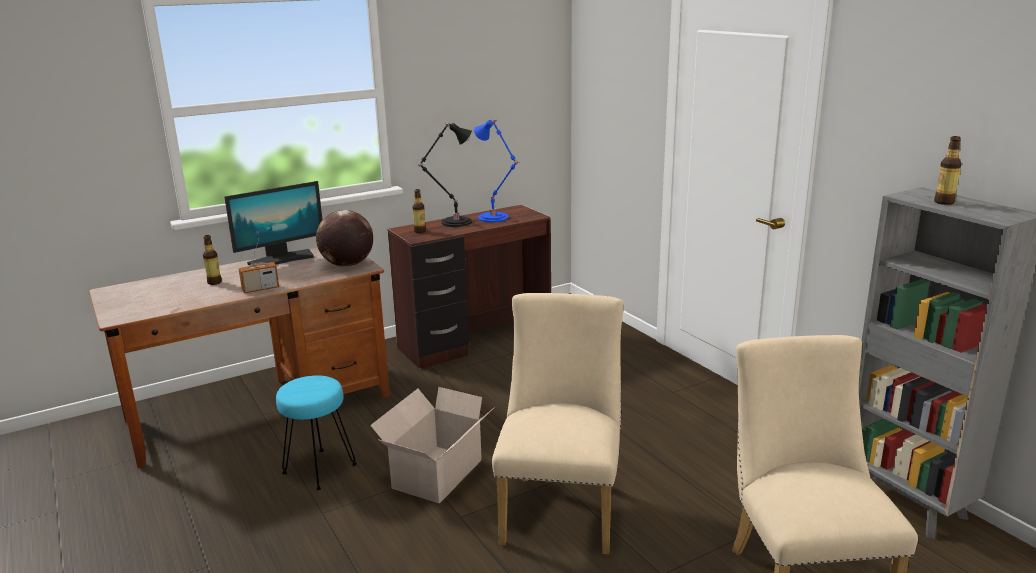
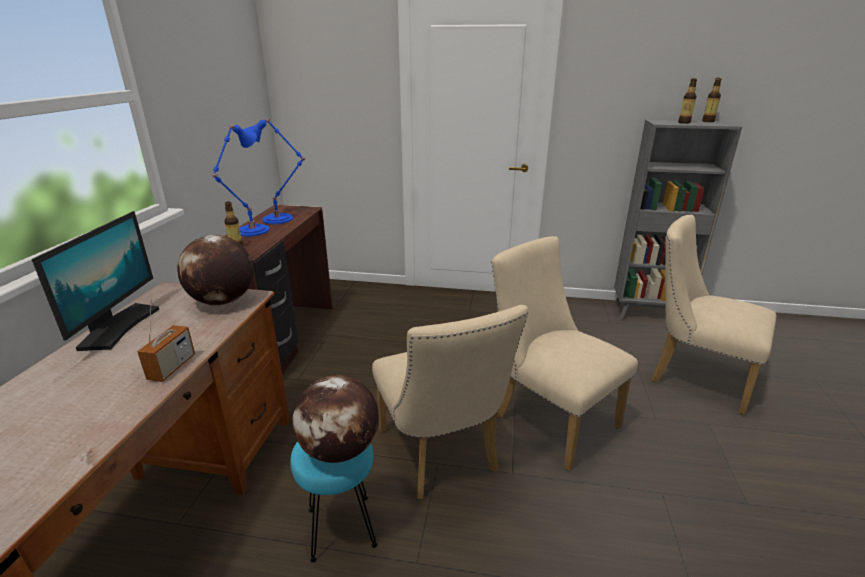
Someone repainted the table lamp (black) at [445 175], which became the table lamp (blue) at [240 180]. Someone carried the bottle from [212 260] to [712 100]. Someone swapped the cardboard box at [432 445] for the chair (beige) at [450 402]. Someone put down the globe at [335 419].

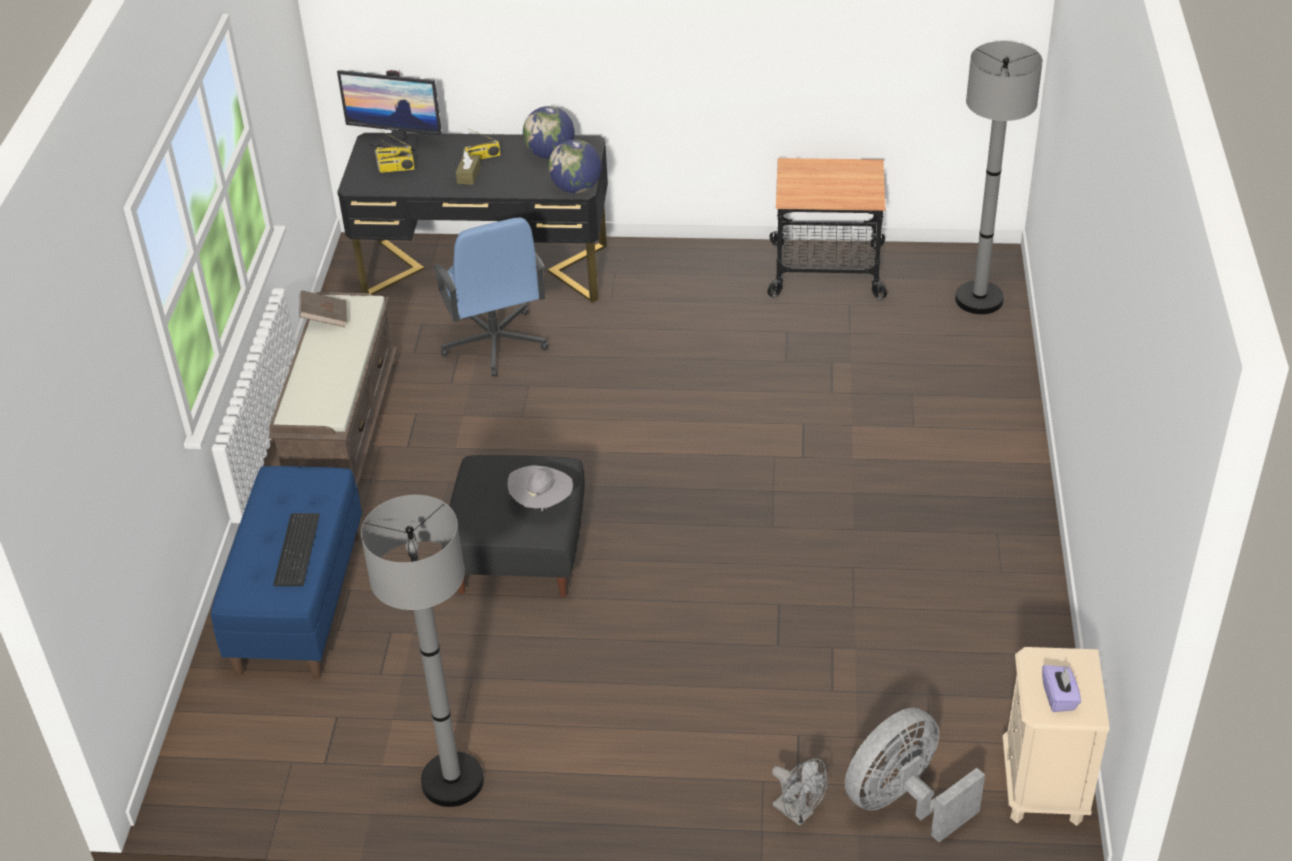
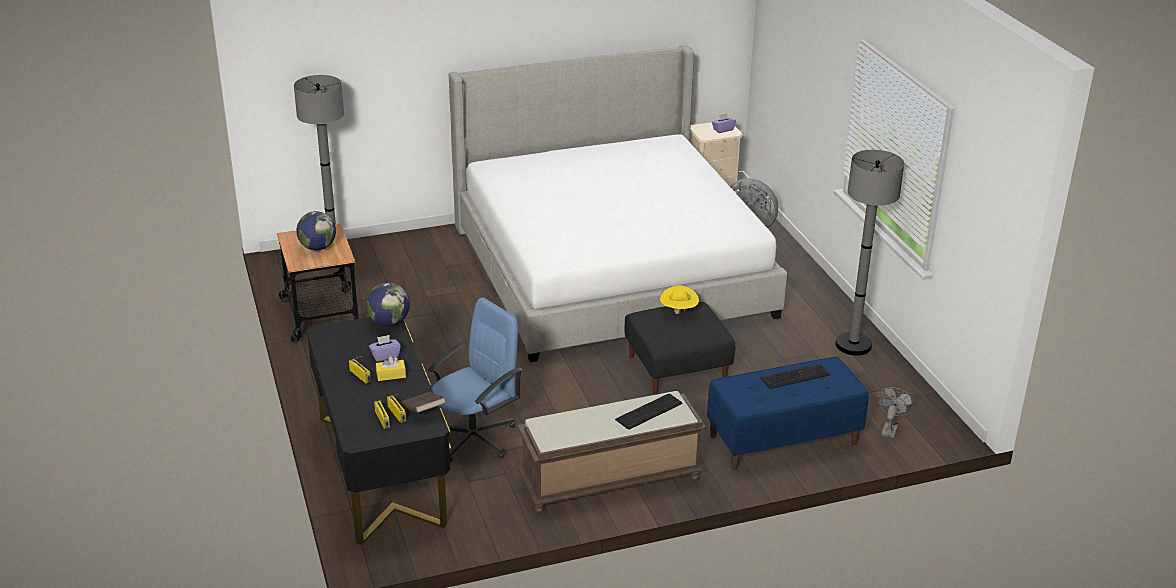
Someone took away the monitor at [389 110]. Someone carried the globe from [549 132] to [316 230]. Someone repainted the tissue box (brown) at [468 168], which became the tissue box (yellow) at [391 368]. Someone carried the book (brown) from [323 308] to [423 402]. Someone repainted the hat (grey) at [540 488], which became the hat (yellow) at [679 299]. Someone carried the fan (grey) from [800 792] to [895 412]. Someone put down the bed at [618 204]. Someone put down the tissue box (purple) at [385 348]. Someone put down the keyboard at [649 412].

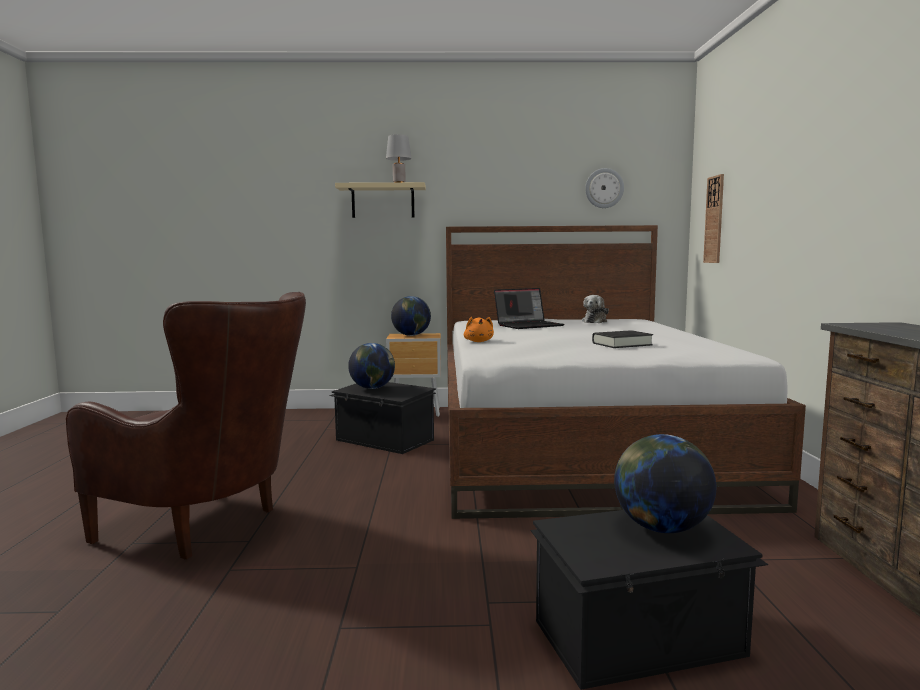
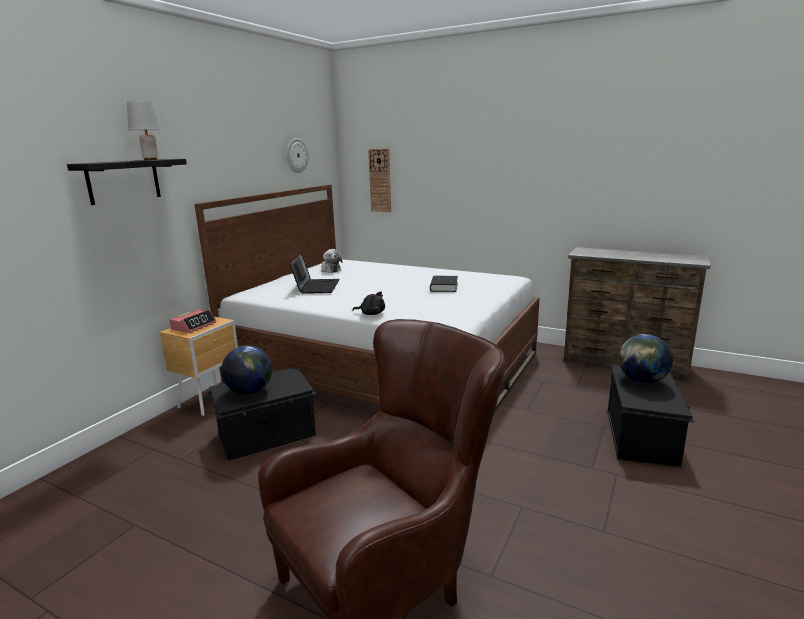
Someone repainted the shelf (beige) at [380 200], which became the shelf (black) at [127 182]. Someone swapped the globe at [411 316] for the alarm clock at [192 321]. Someone repainted the plush toy (orange) at [479 329], which became the plush toy (black) at [369 303].

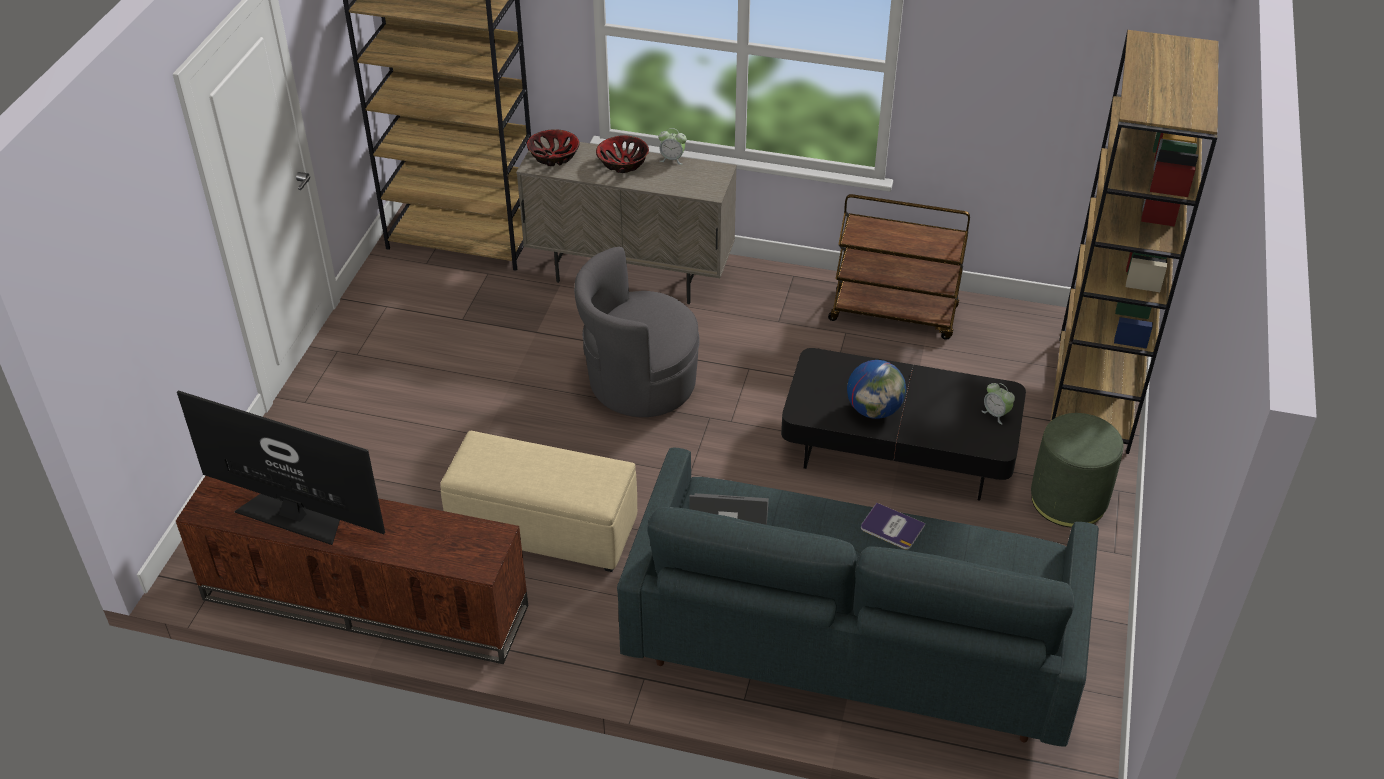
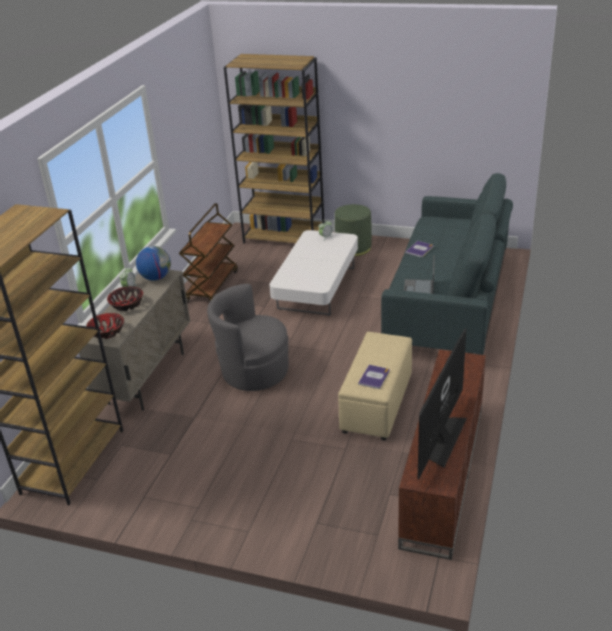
Someone rotated the armchair (grey) at [637 332] by 105 degrees clockwise. Someone repainted the coffee table (black) at [903 424], which became the coffee table (white) at [313 273]. Someone carried the globe from [876 389] to [153 263]. Someone put down the book at [374 377].

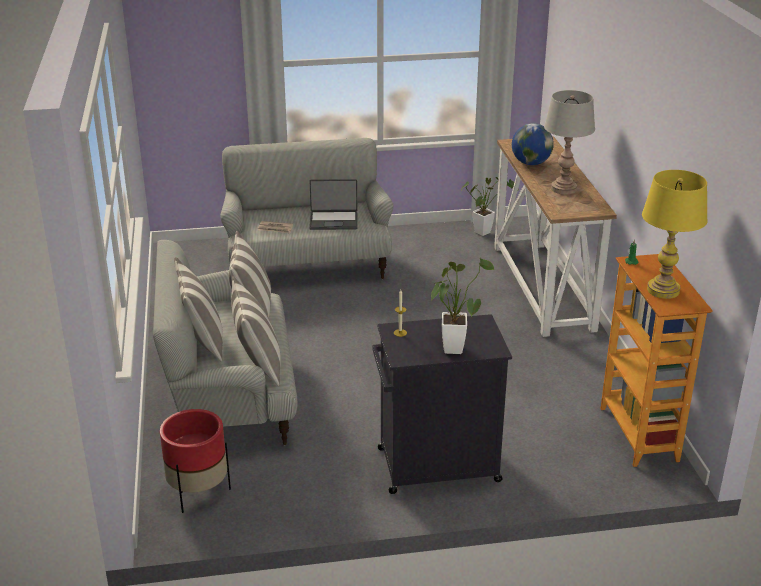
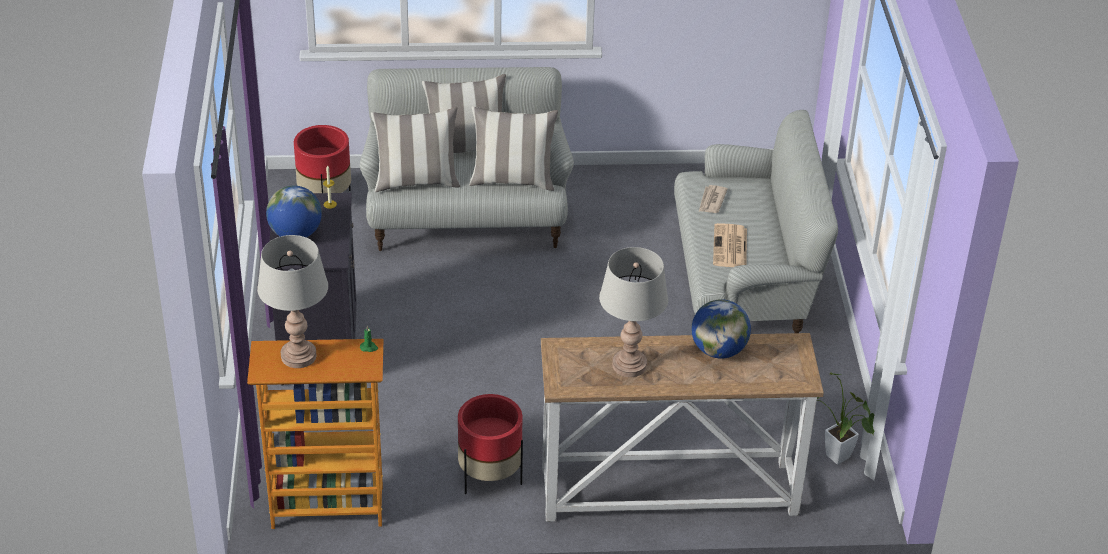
Someone repainted the table lamp (yellow) at [675 234], which became the table lamp (grey) at [292 301]. Someone swapped the laptop at [333 204] for the newspaper at [730 245]. Someone swapped the potted plant at [462 306] for the globe at [294 212]. Someone put down the planter (red) at [490 444].

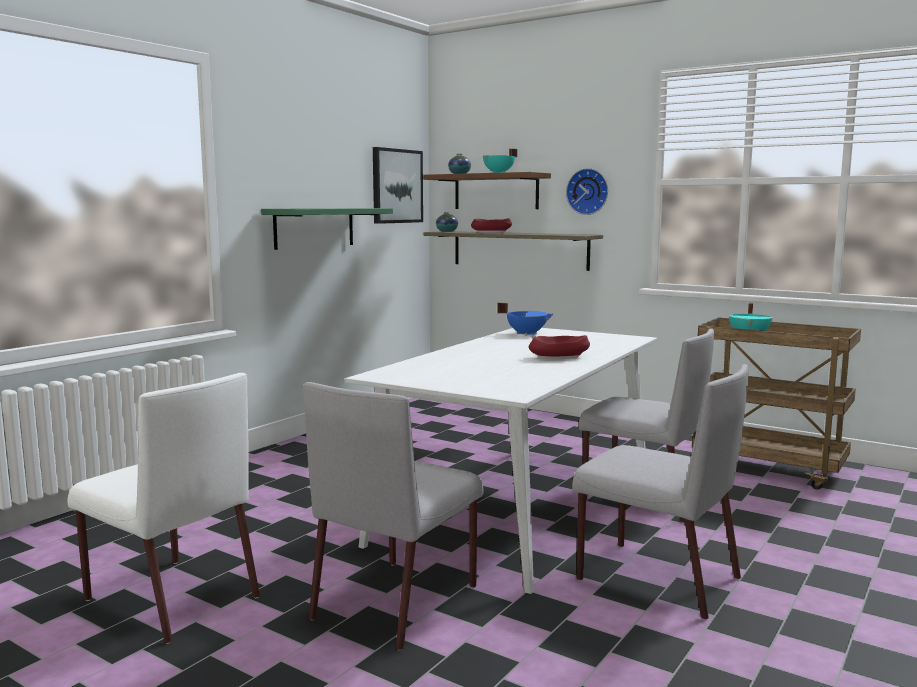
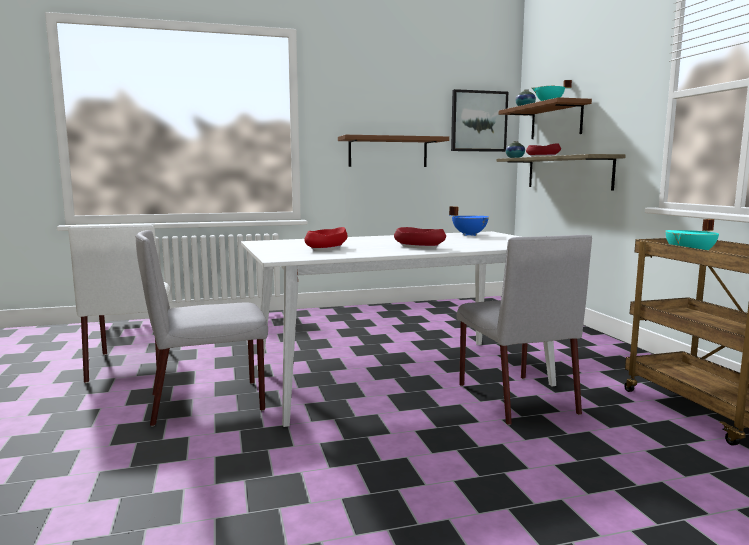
Someone took away the wall clock at [587 191]. Someone repainted the shelf (green) at [327 229], which became the shelf (brown) at [393 151]. Someone took away the chair (grey) at [660 492]. Someone put down the bowl (red) at [326 239].

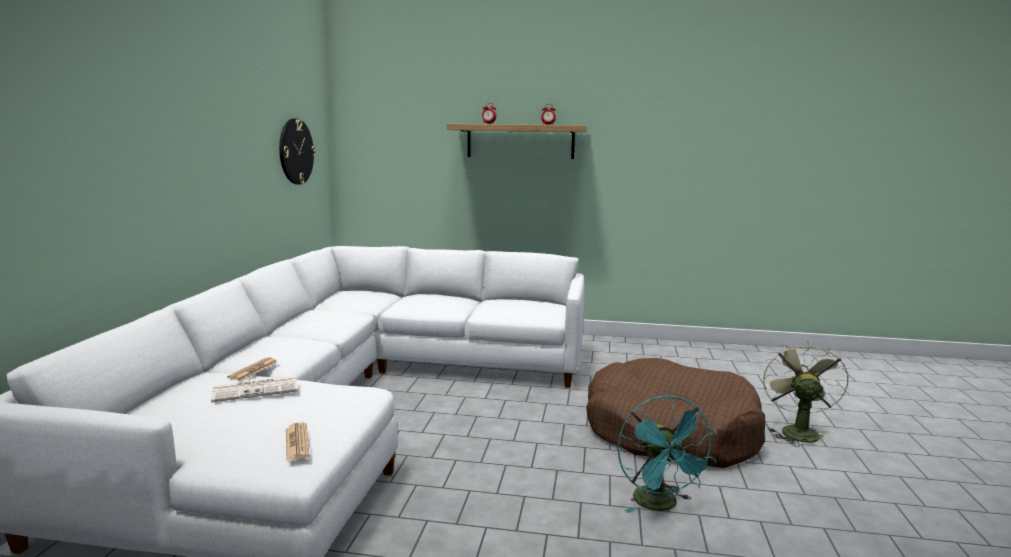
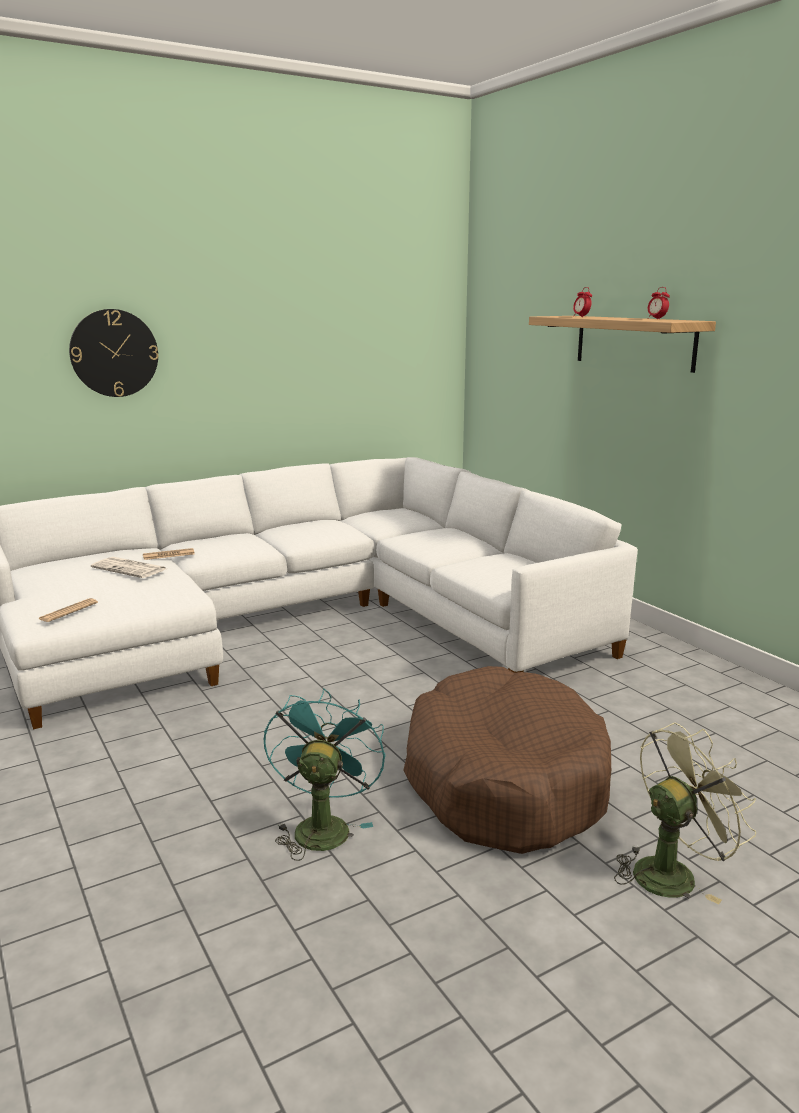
Someone carried the wall clock from [297 151] to [113 353]. Someone rotated the fan (turquoise) at [667 454] by 150 degrees clockwise.

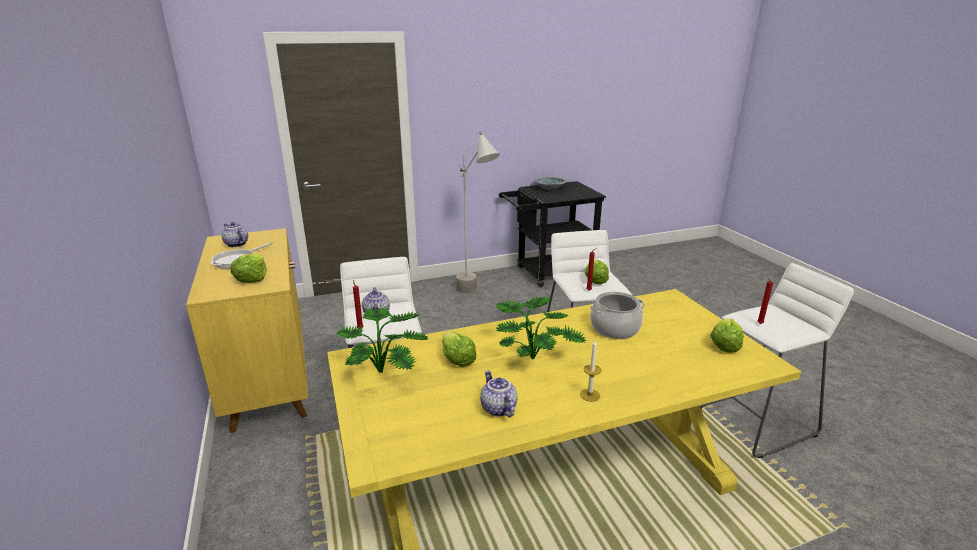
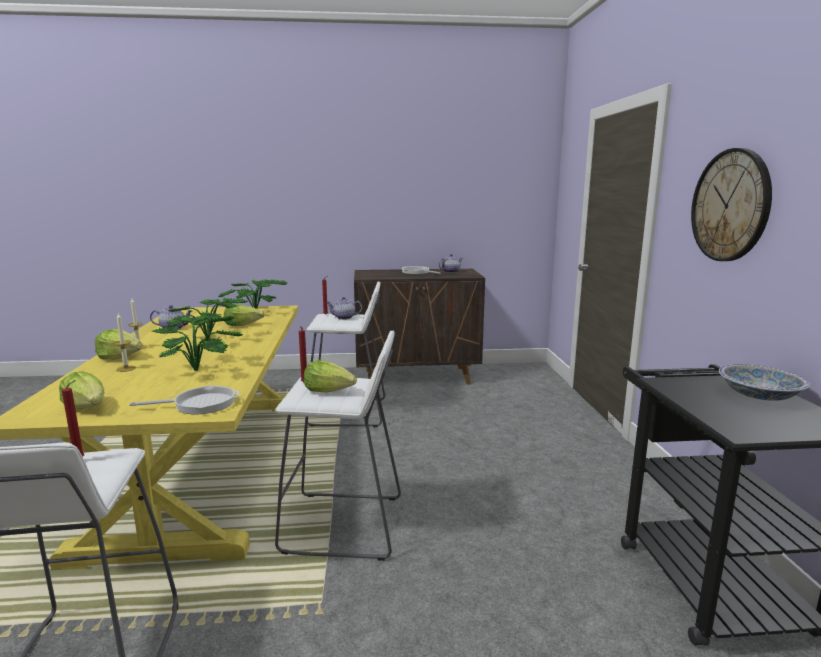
Someone took away the floor lamp (grey) at [478 212]. Someone repainted the cabinet (yellow) at [247 330], which became the cabinet (brown) at [419 327]. Someone carried the lettuce from [249 268] to [119 344]. Someone swapped the cooking pot at [617 315] for the potted plant at [197 343]. Someone put up the wall clock at [731 204]. Someone put down the candle at [125 342]. Someone put down the frying pan at [184 399].

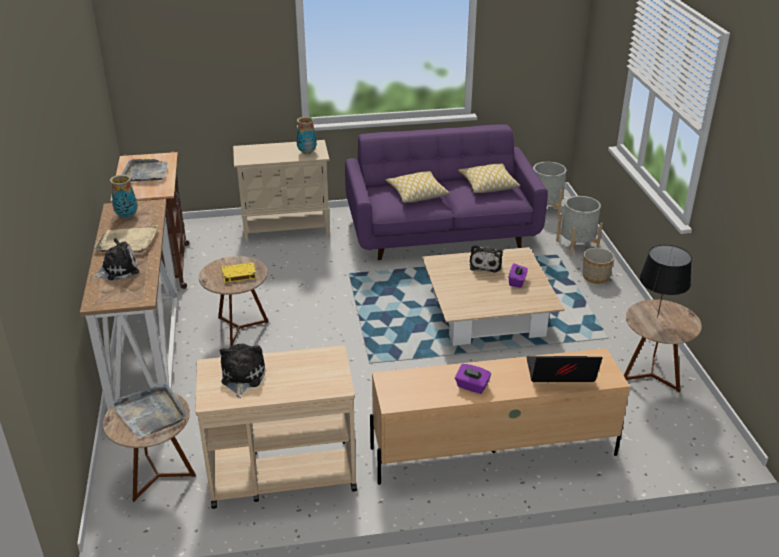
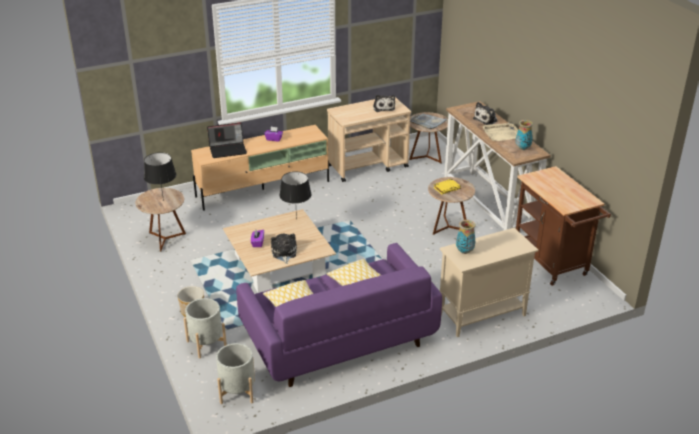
Someone took away the tray (grey) at [144 170]. Someone put down the table lamp (black) at [295 195].

